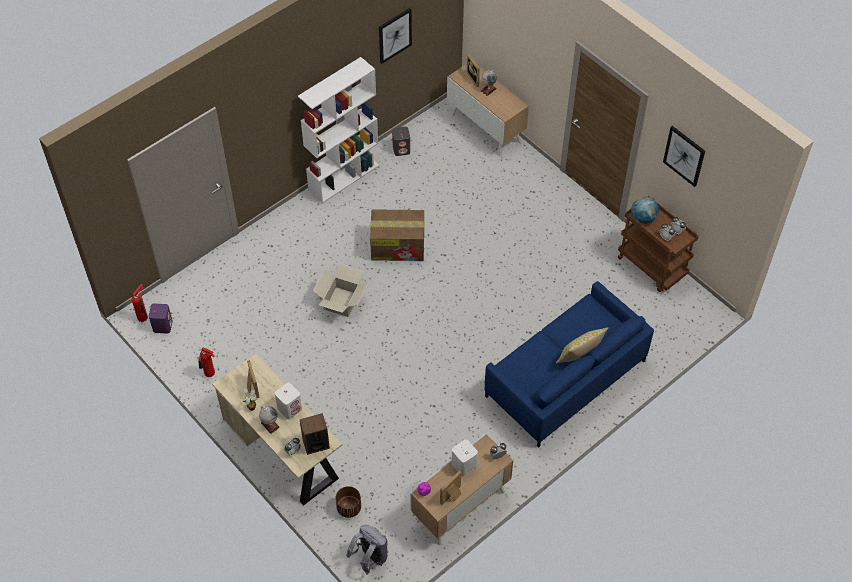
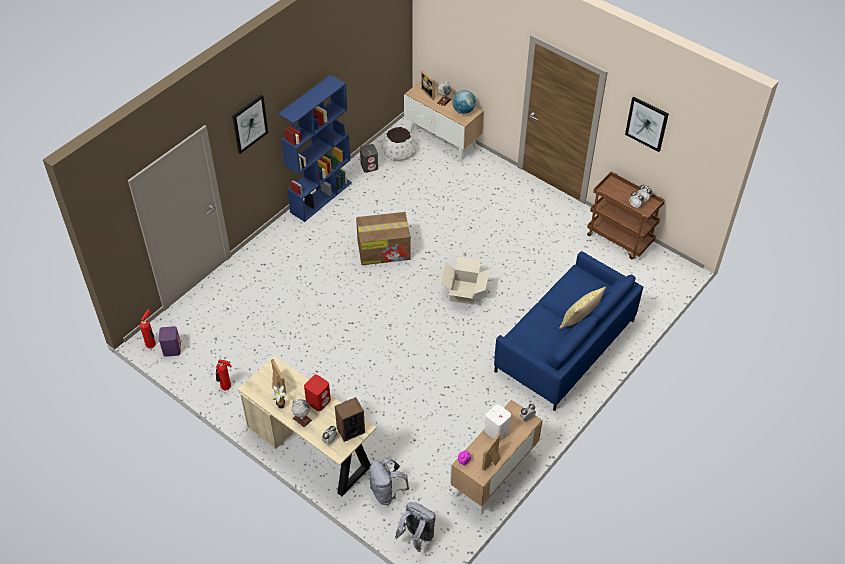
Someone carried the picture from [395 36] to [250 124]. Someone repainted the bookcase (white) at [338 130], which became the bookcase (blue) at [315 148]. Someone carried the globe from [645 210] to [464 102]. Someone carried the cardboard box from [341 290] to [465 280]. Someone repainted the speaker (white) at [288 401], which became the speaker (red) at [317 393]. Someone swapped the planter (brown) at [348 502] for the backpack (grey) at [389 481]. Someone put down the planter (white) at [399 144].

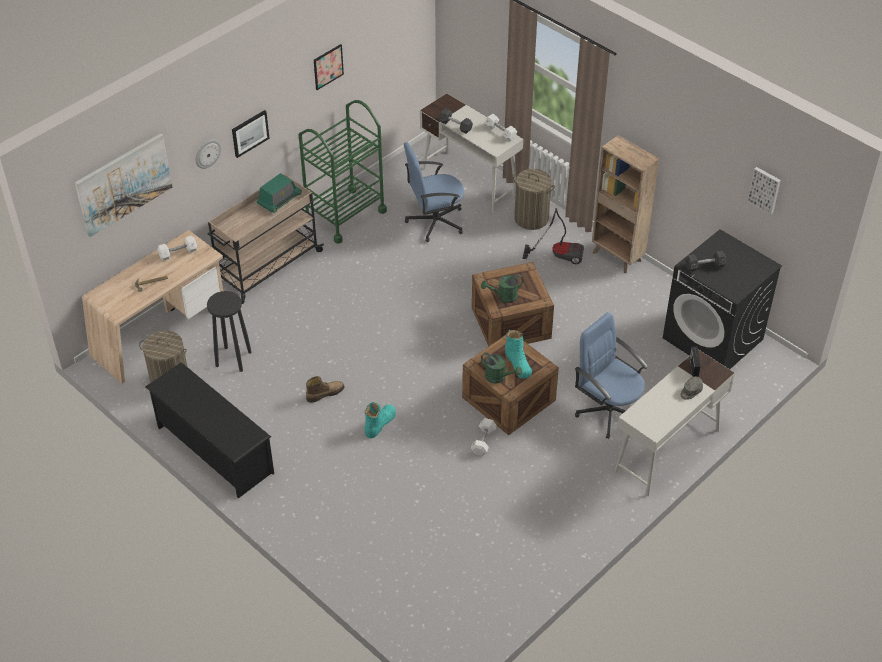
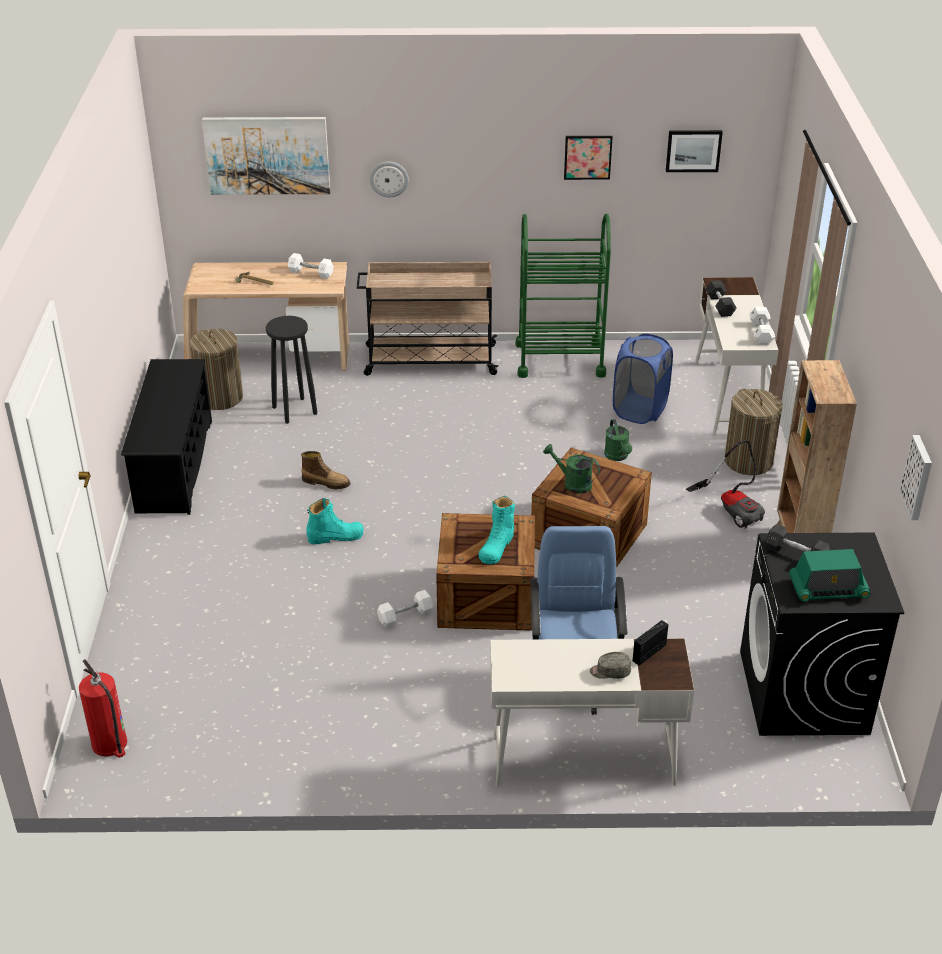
Someone carried the picture from [251 134] to [694 151]. Someone swapped the office chair (blue) at [434 192] for the laundry basket (blue) at [643 379]. Someone carried the radio from [279 193] to [829 575]. Someone carried the watering can (green) from [501 368] to [618 440]. Someone put down the fire extinguisher at [103 708].

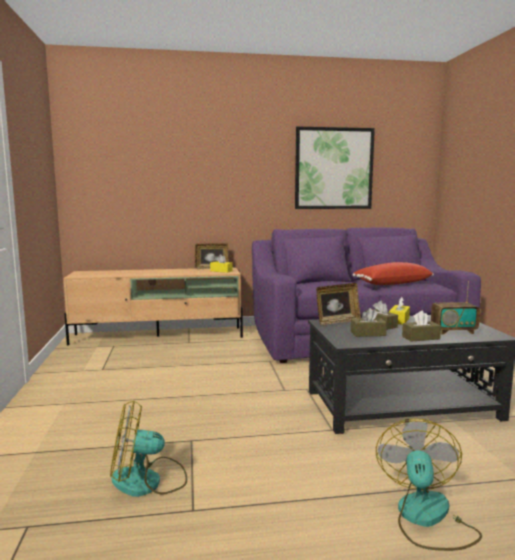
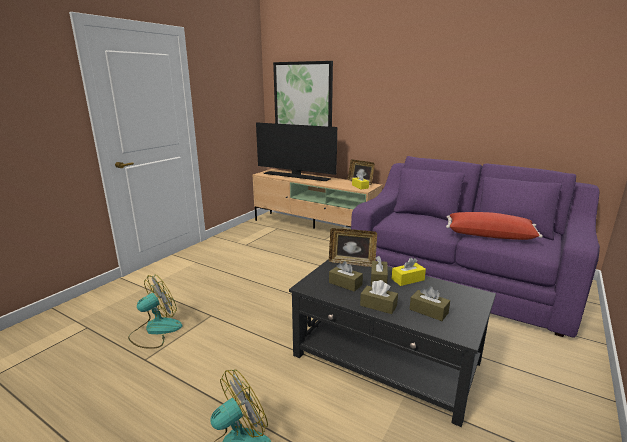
Someone carried the picture from [335 168] to [303 94]. Someone swapped the radio at [455 307] for the tissue box (brown) at [430 303]. Someone rotated the fan at [148 449] by 105 degrees clockwise. Someone put down the television at [296 151].

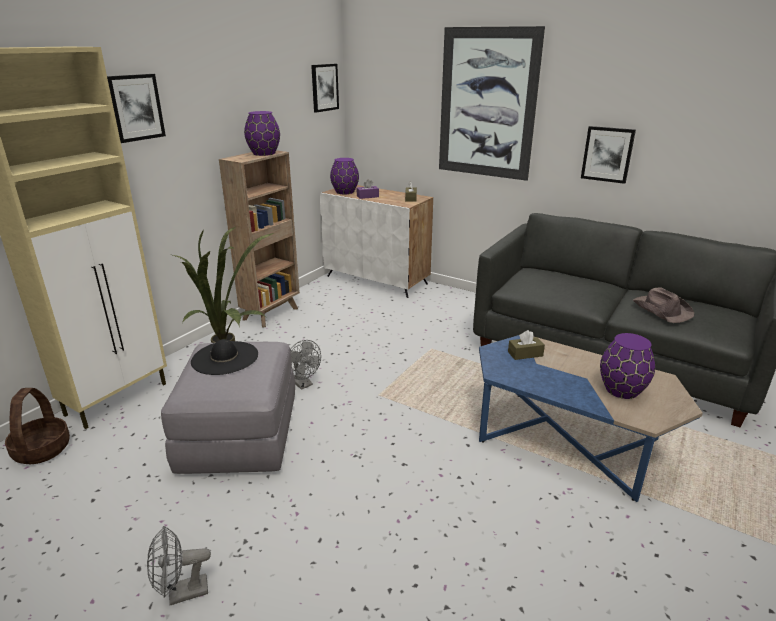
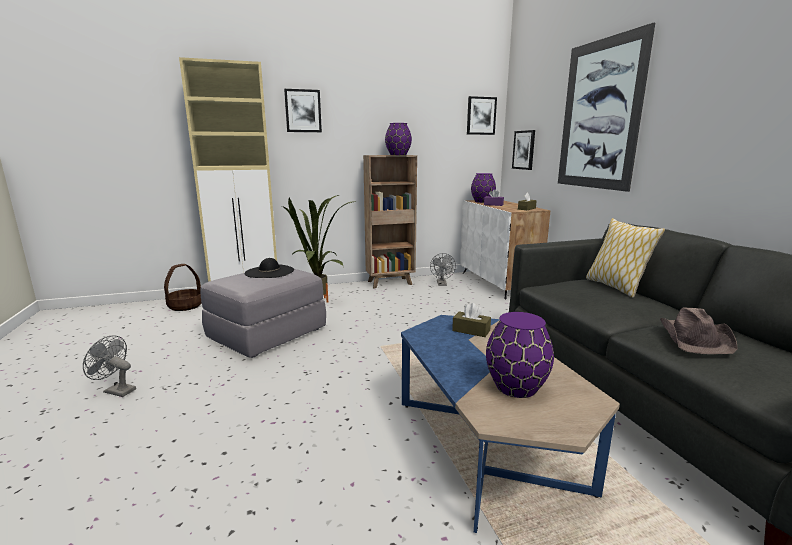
Someone carried the picture from [608 155] to [523 150]. Someone carried the fan (grey) from [305 365] to [443 269]. Someone put down the pillow at [625 258].

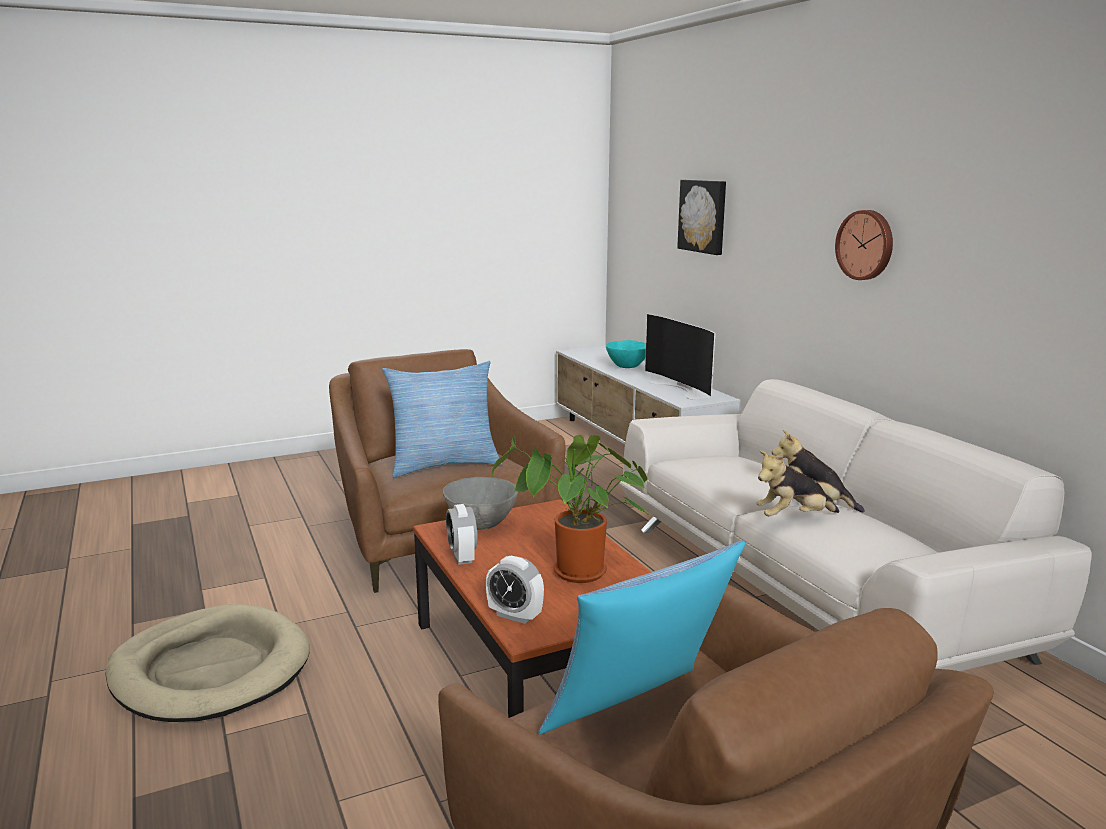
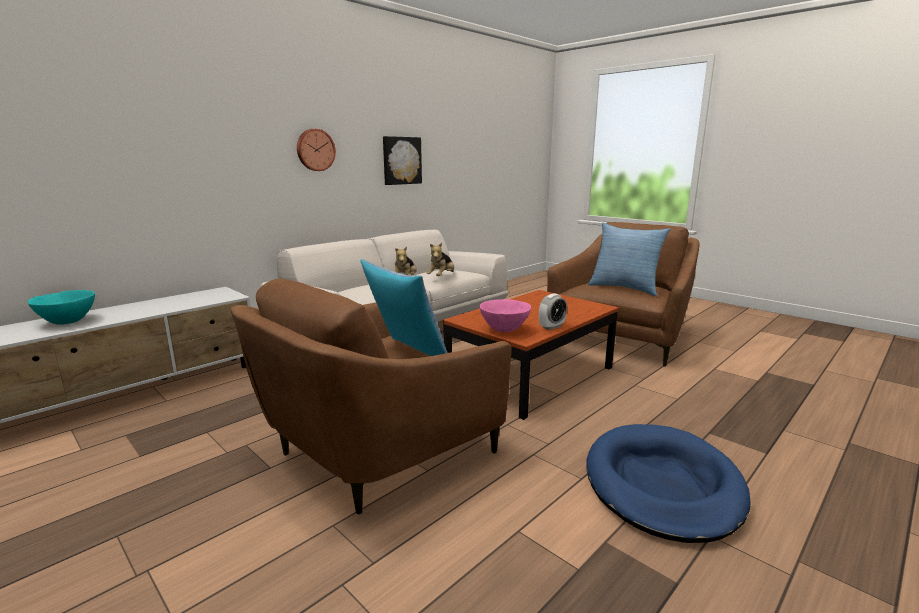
Someone carried the picture from [701 217] to [402 160]. Someone took away the television at [680 356]. Someone took away the potted plant at [571 509]. Someone rotated the plush toy at [797 483] by 60 degrees clockwise. Someone repainted the bowl (grey) at [480 503], which became the bowl (pink) at [505 315]. Someone took away the alarm clock at [515 590]. Someone repainted the dog bed (beige) at [208 663], which became the dog bed (blue) at [668 483].

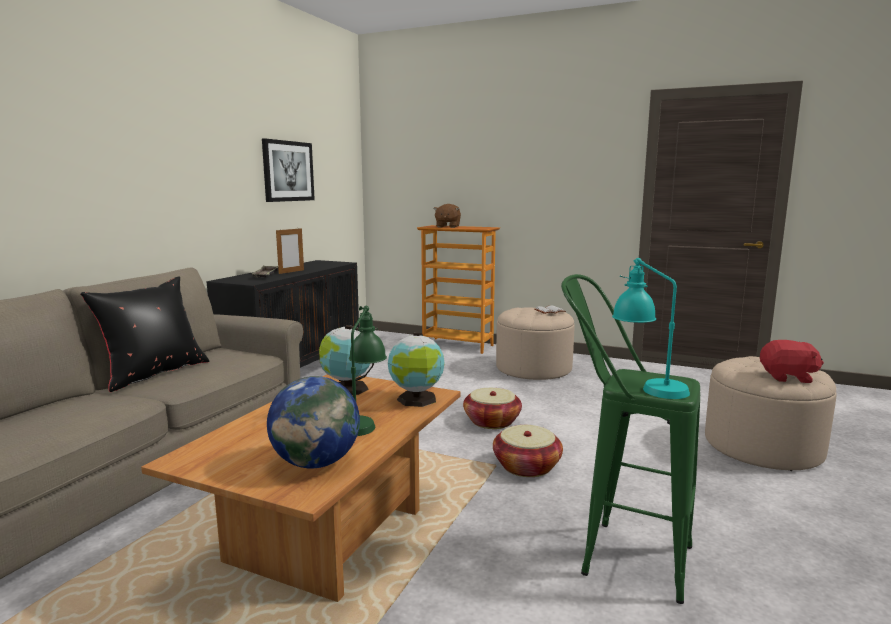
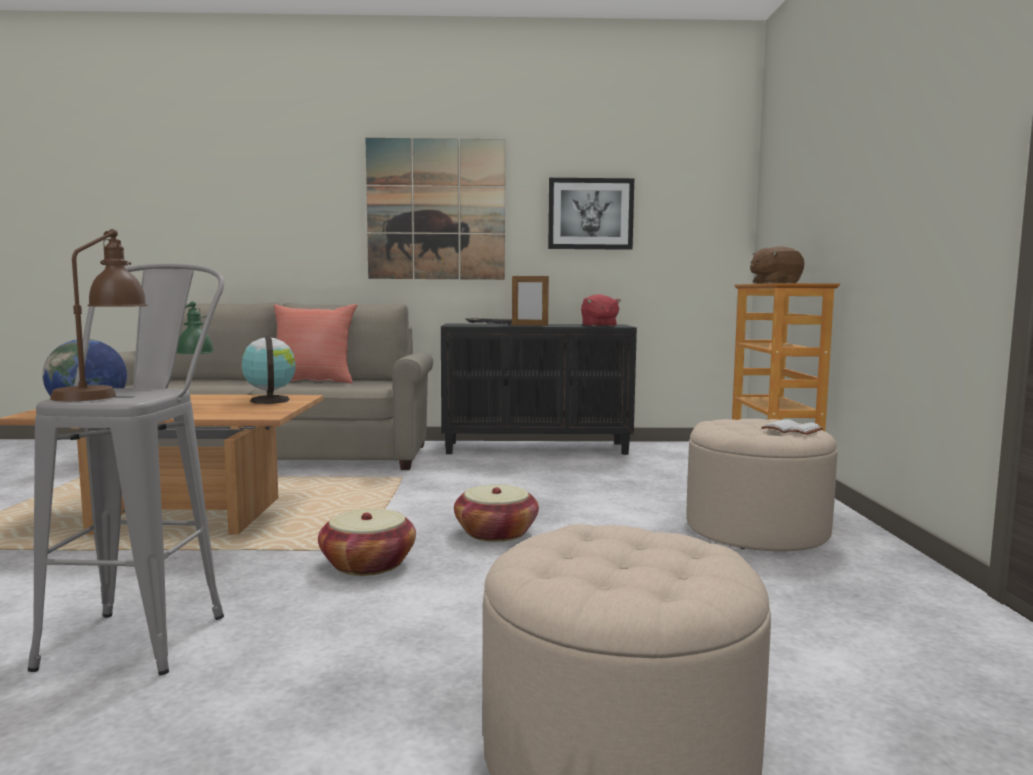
Someone repainted the table lamp (turquoise) at [651 328], which became the table lamp (brown) at [99 315]. Someone repainted the stool (green) at [630 439], which became the stool (grey) at [126 469]. Someone repainted the pillow (black) at [144 334], which became the pillow (red) at [315 343]. Someone took away the globe at [416 370]. Someone carried the plush toy (red) from [792 361] to [601 310]. Someone put up the picture at [435 209].

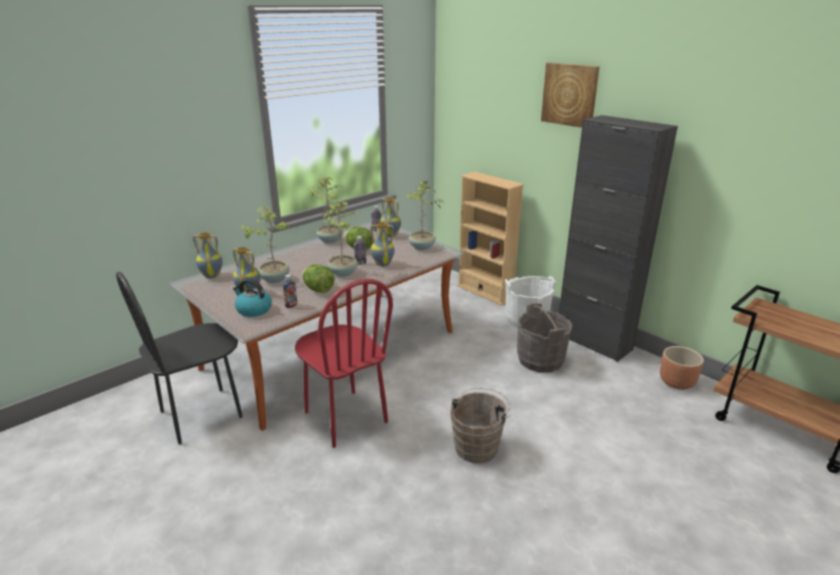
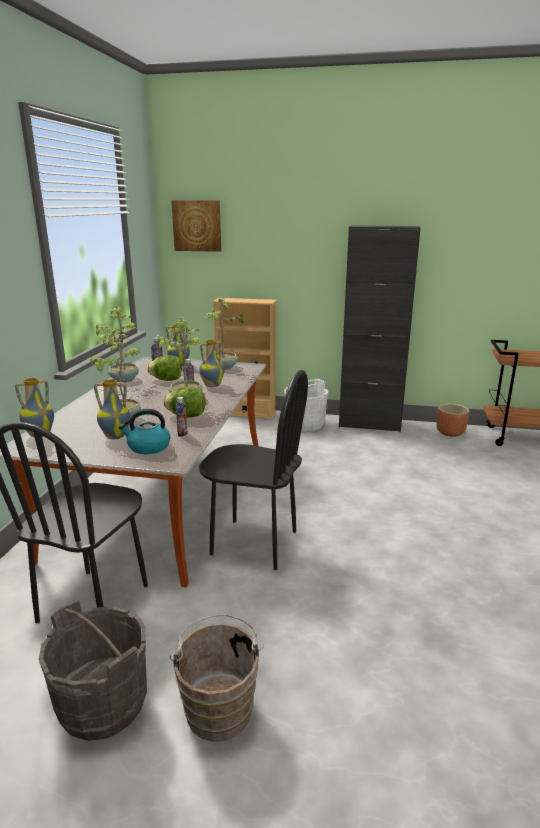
Someone carried the picture from [570 95] to [196 226]. Someone repainted the chair (red) at [344 363], which became the chair (black) at [253 470]. Someone carried the bucket (grey) from [544 338] to [92 670]. Someone carried the bucket (brown) from [480 425] to [217 678].

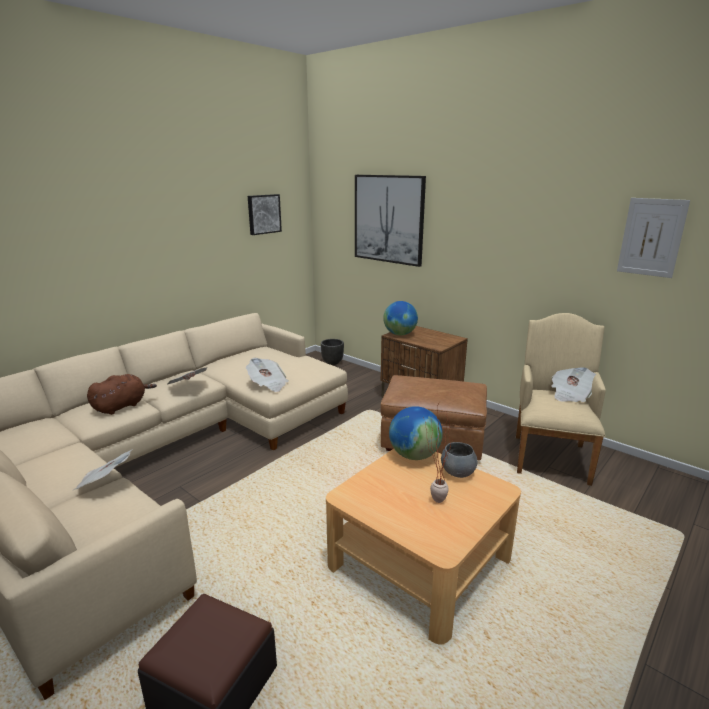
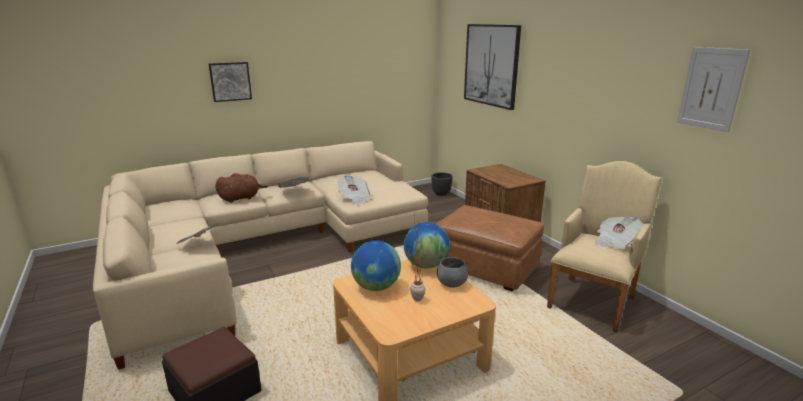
Someone carried the picture from [265 214] to [230 82]. Someone carried the globe from [400 318] to [376 266].

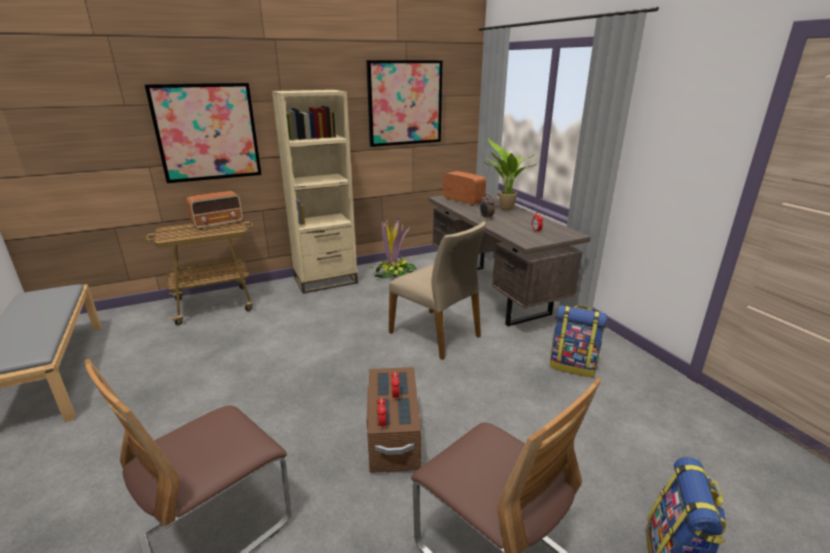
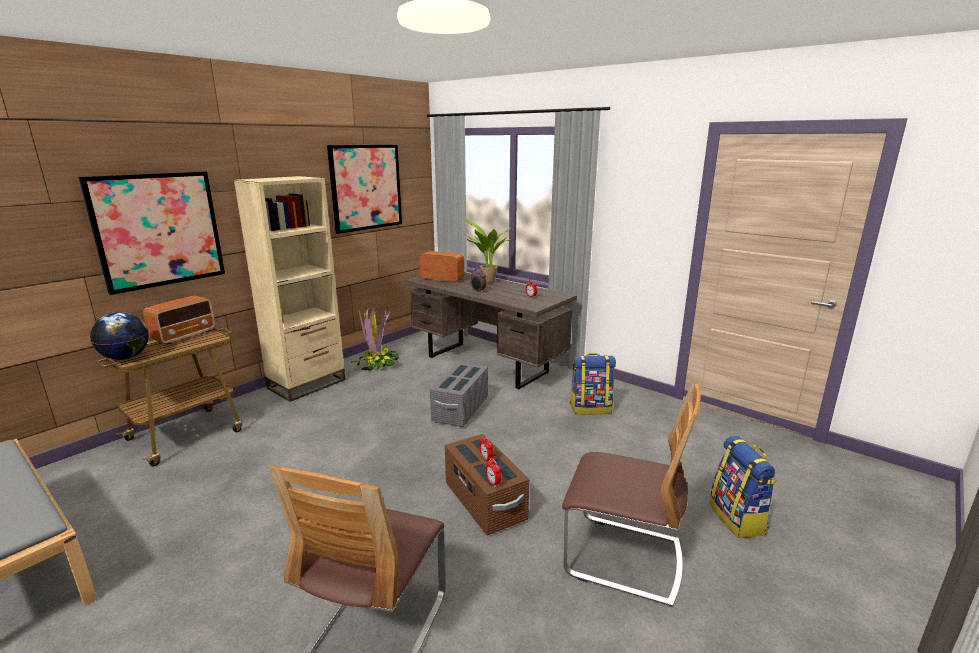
Someone swapped the chair (beige) at [437 290] for the storage box (grey) at [459 394]. Someone put down the globe at [119 336].

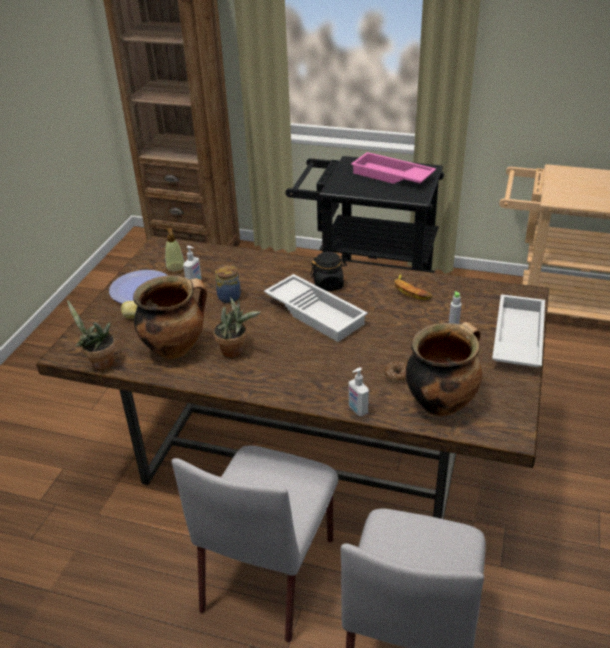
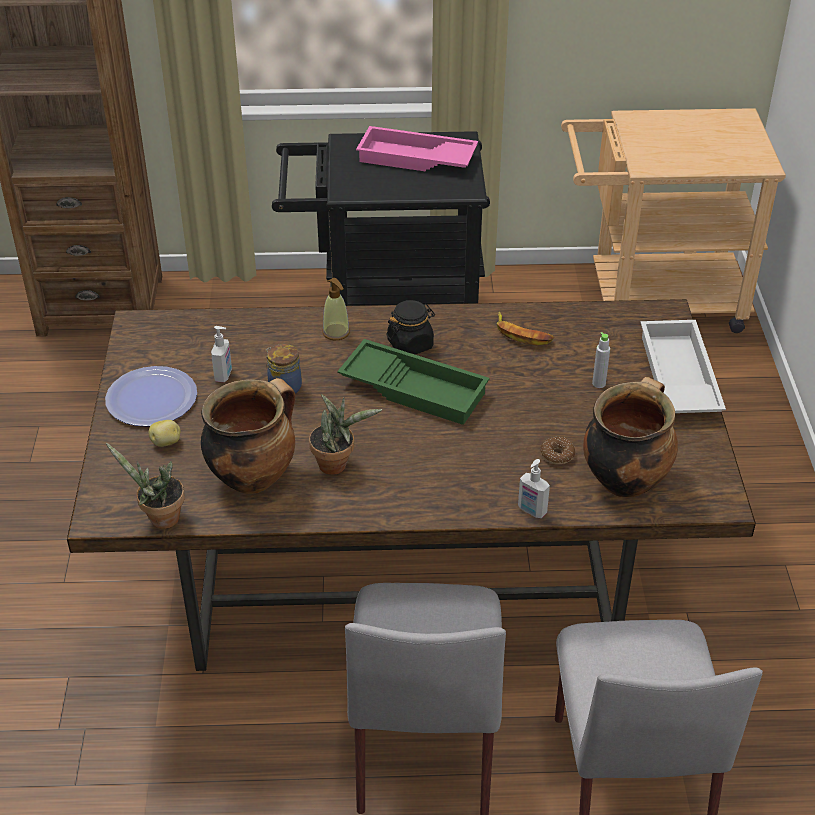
Someone carried the soap dispenser from [174 250] to [336 308]. Someone repainted the tray (white) at [316 308], which became the tray (green) at [413 382].

